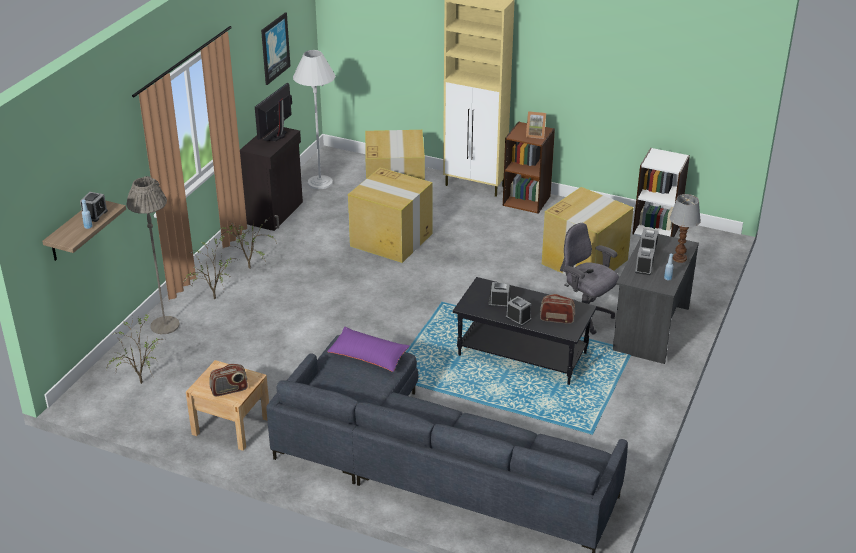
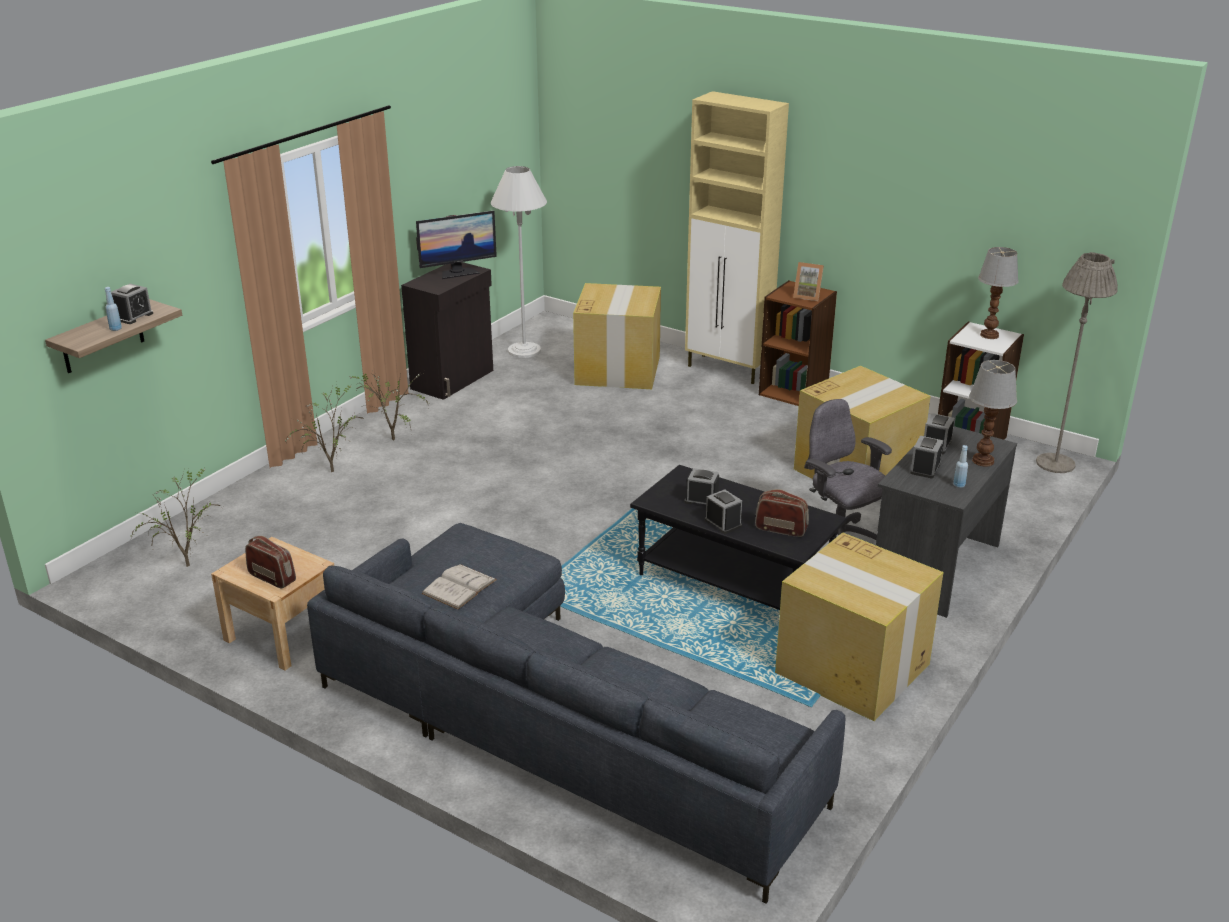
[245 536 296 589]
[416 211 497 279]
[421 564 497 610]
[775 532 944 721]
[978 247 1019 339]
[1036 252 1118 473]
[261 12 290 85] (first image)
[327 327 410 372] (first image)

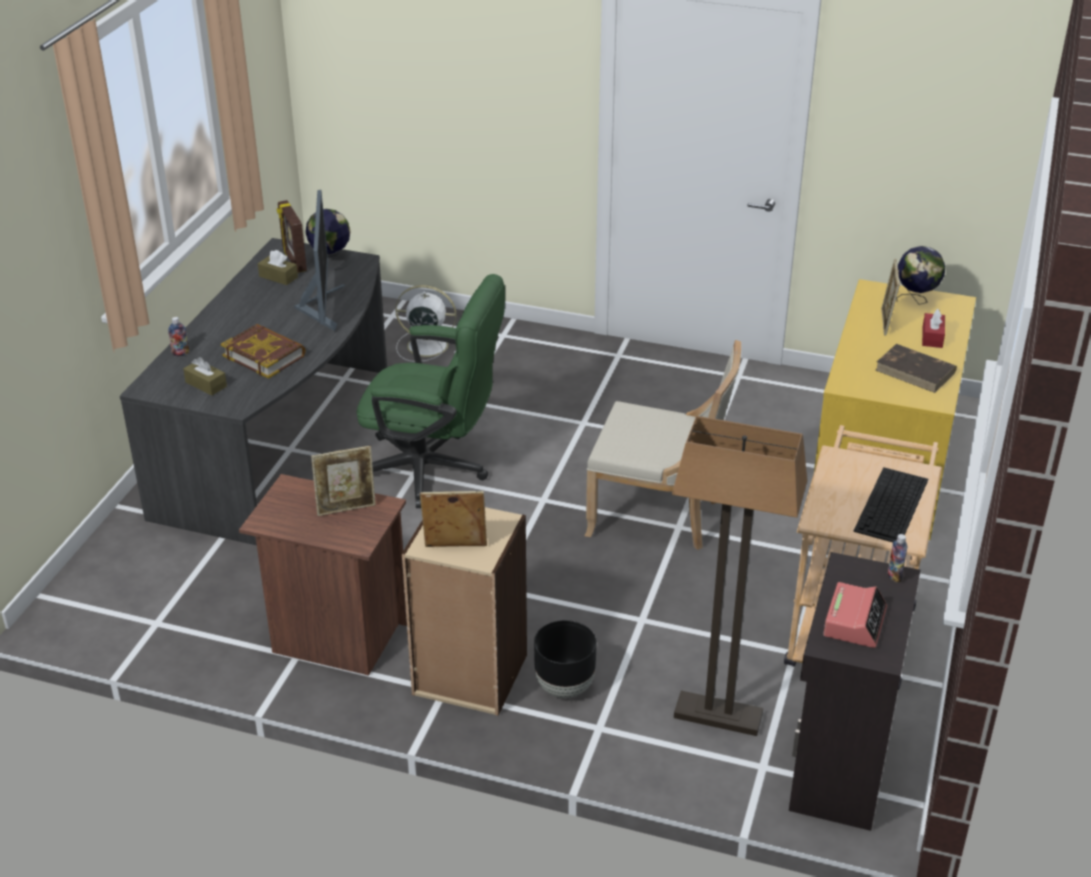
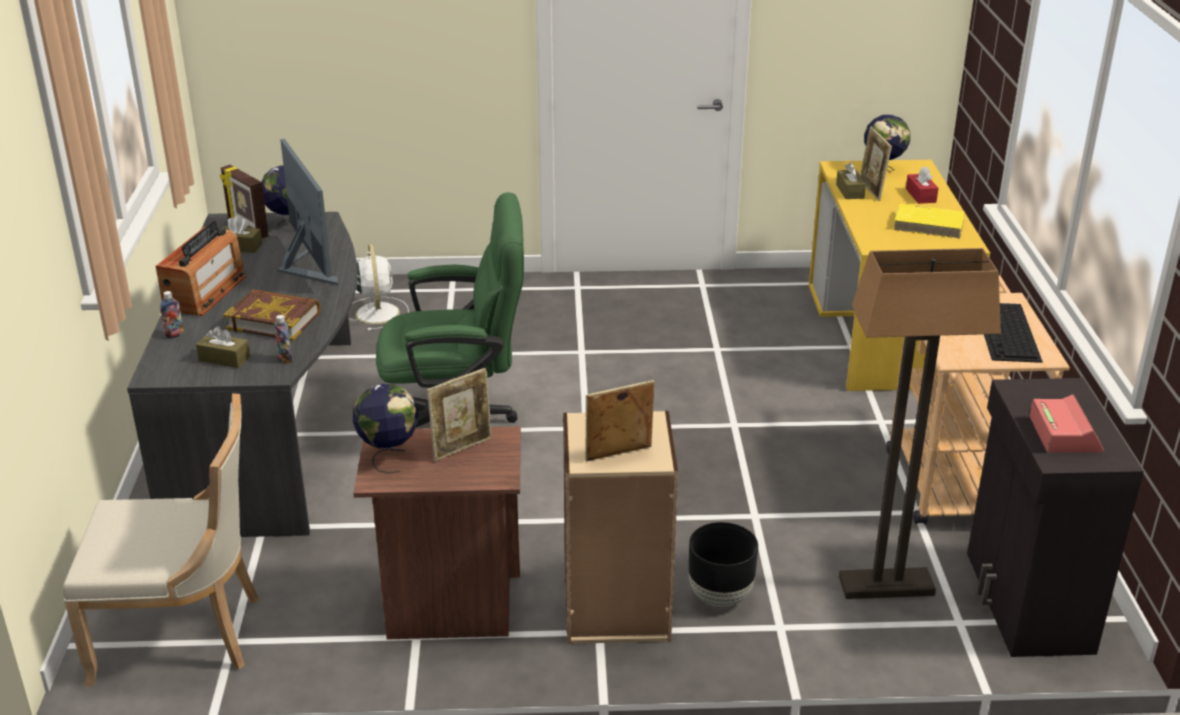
[63 393 259 687]
[156 221 246 316]
[274 315 292 364]
[349 244 409 331]
[353 384 418 474]
[836 163 866 199]
[893 204 965 238]

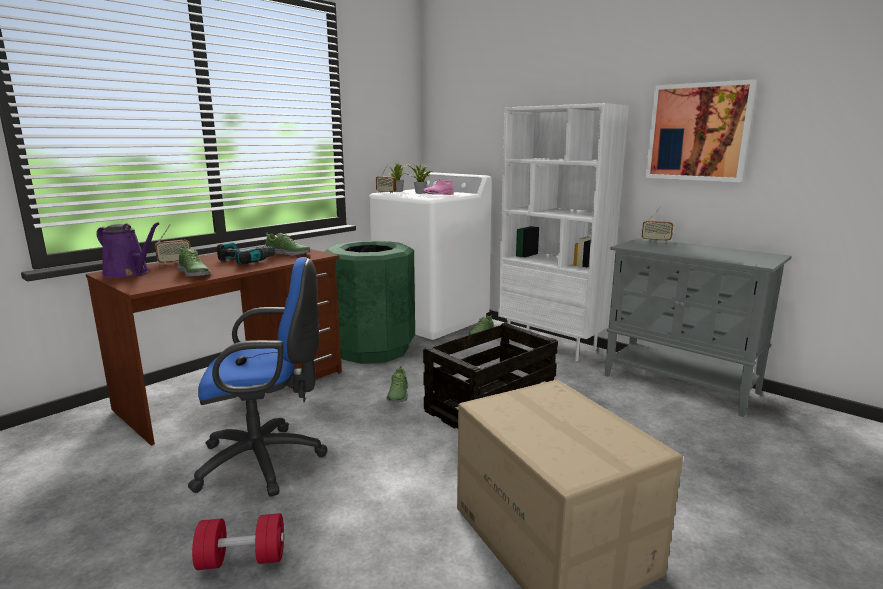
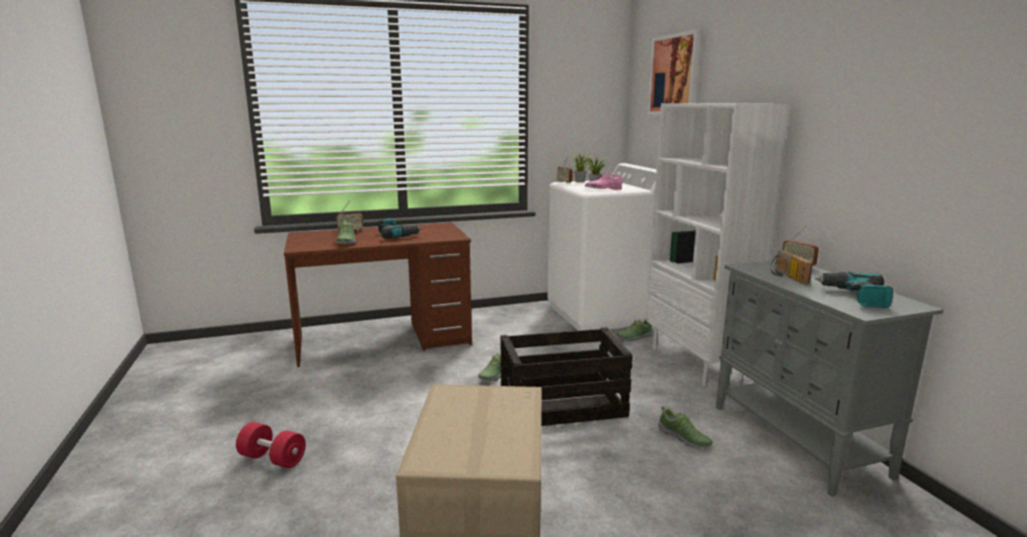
[647 30 701 115]
[658 406 713 448]
[771 250 812 284]
[815 272 893 308]
[96 222 160 278] (first image)
[188 257 327 497] (first image)
[324 241 415 364] (first image)

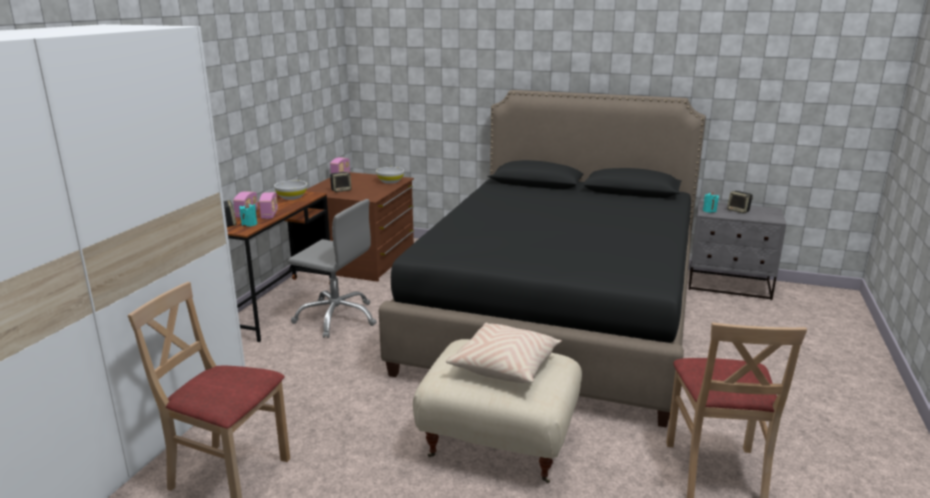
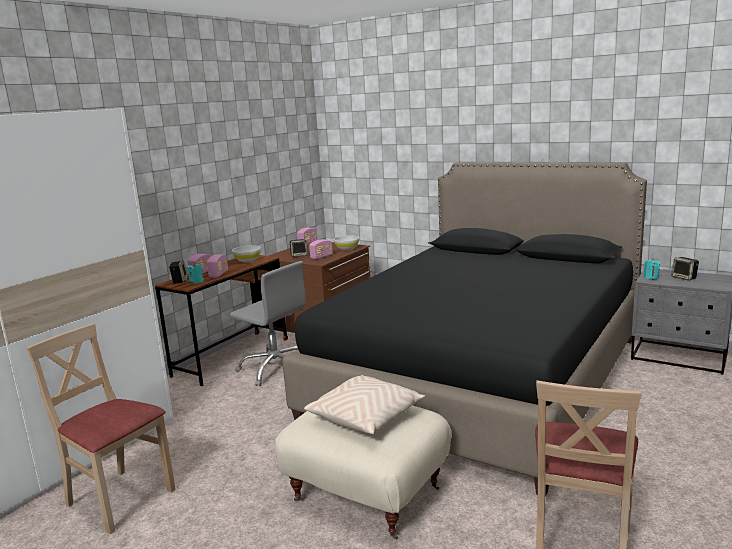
[309 239 333 259]

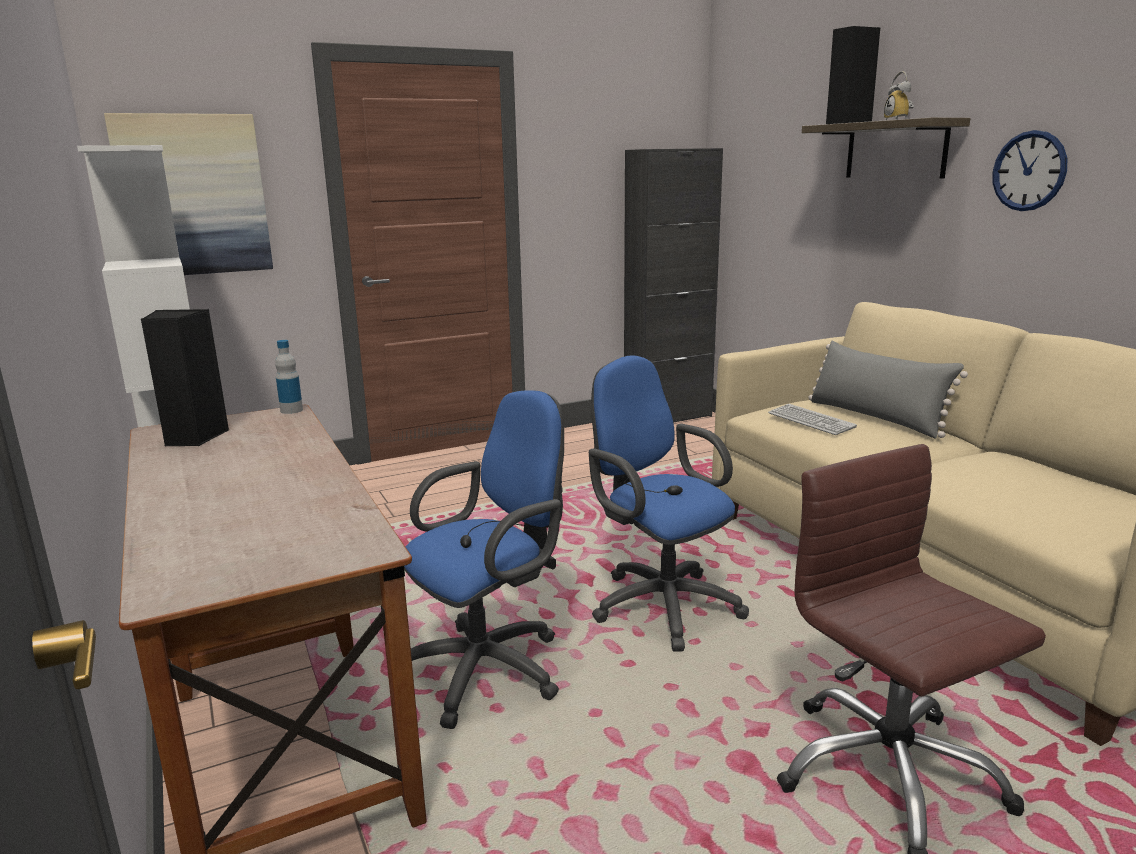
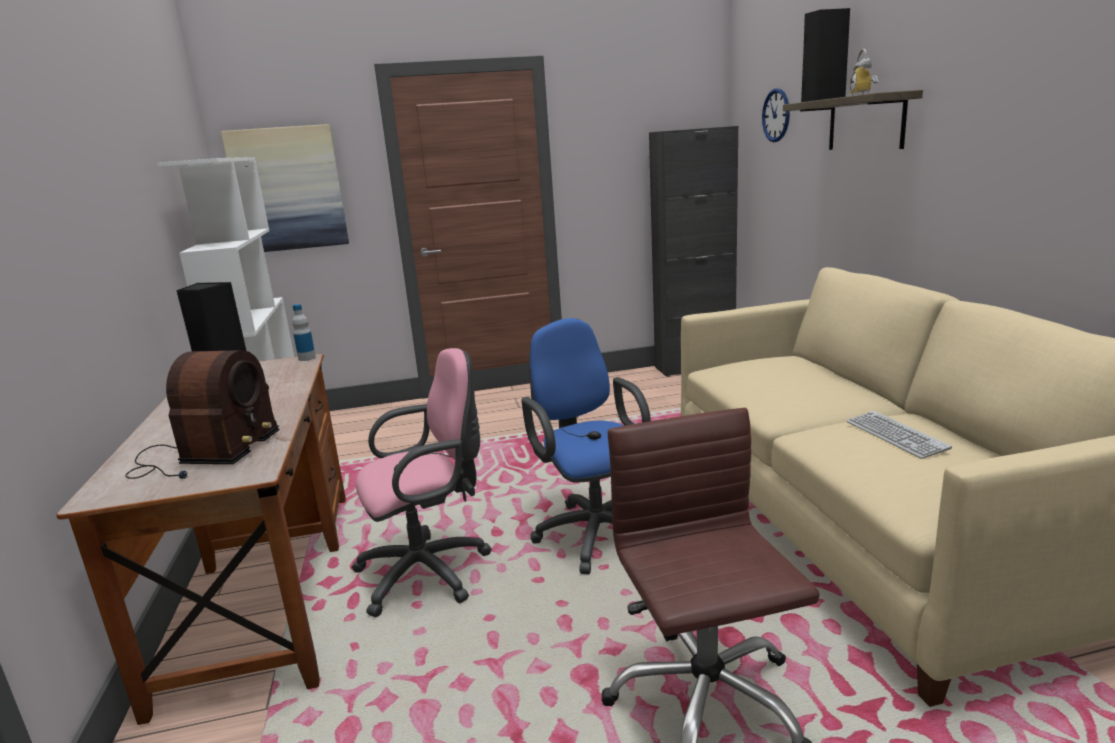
[125 350 280 479]
[351 348 492 617]
[762 88 790 142]
[847 411 952 459]
[808 341 968 438] (first image)

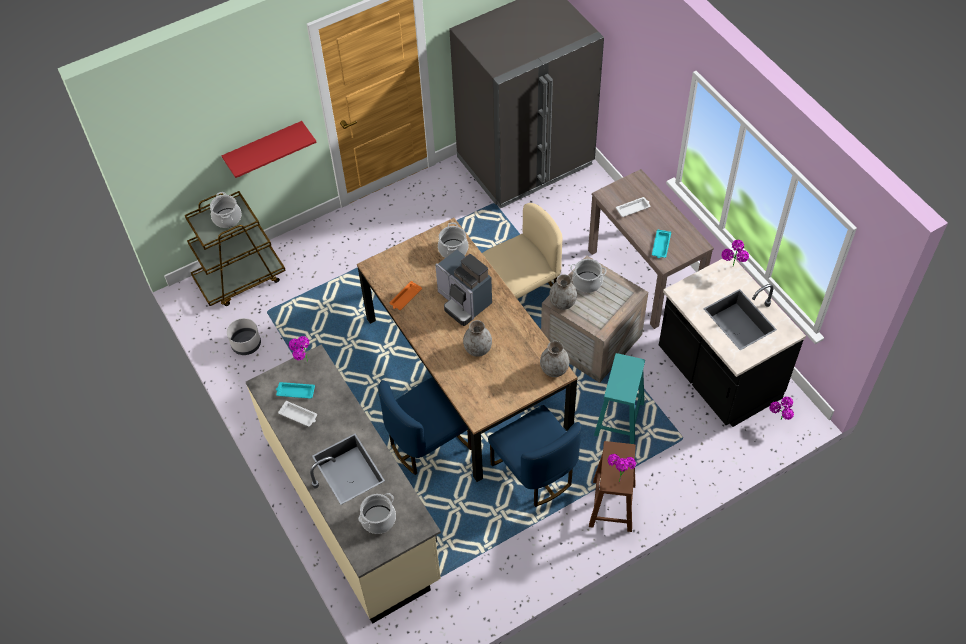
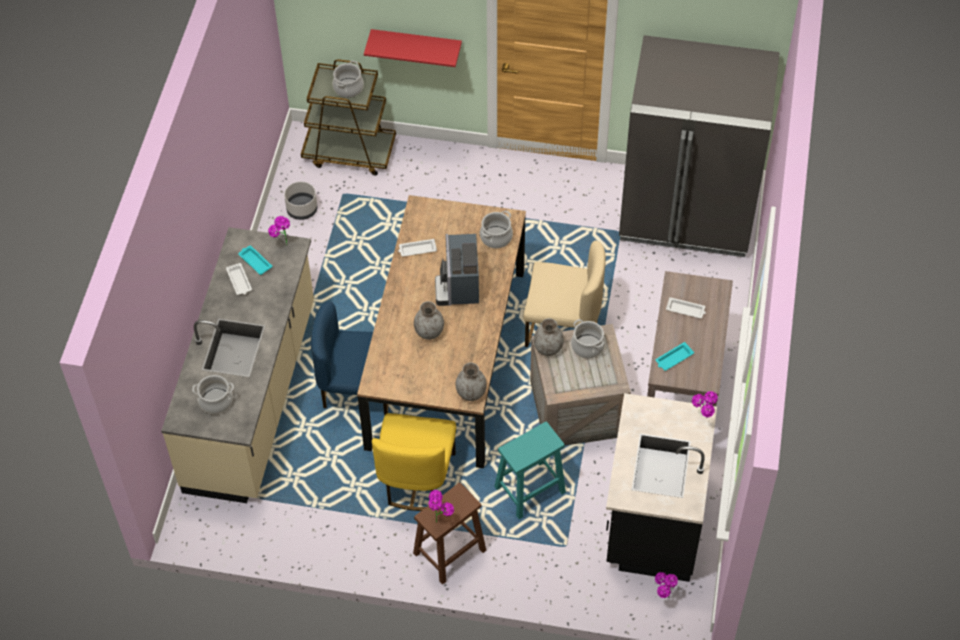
[372 413 456 511]
[398 239 437 257]

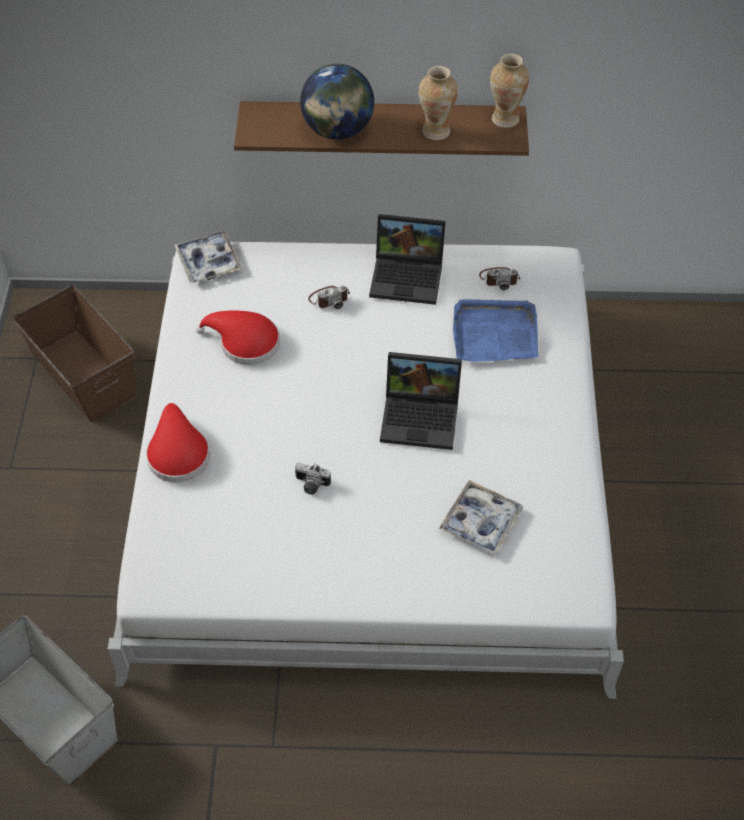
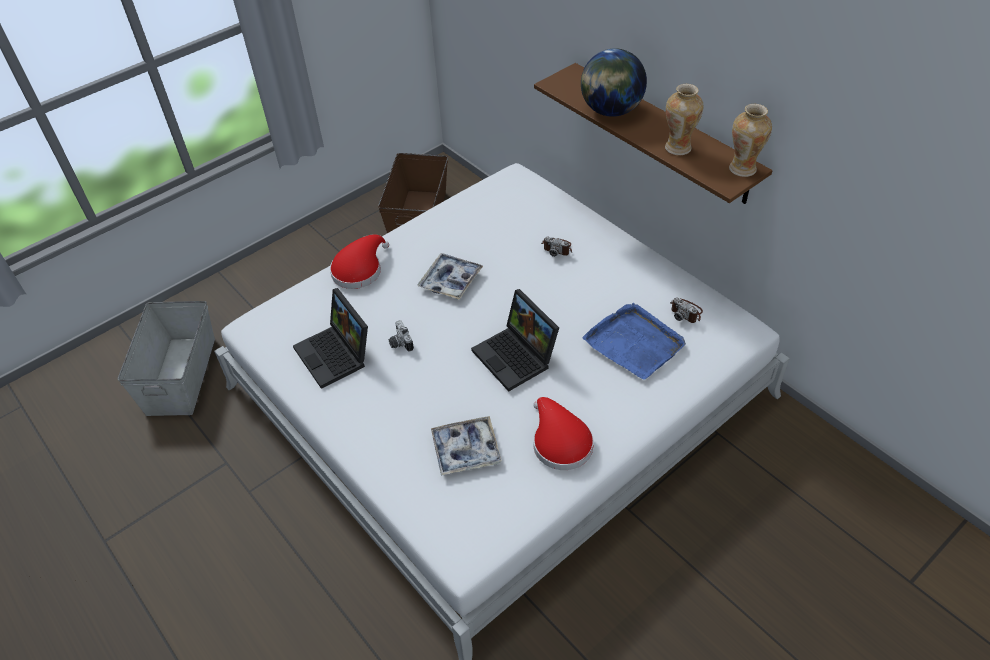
[293 288 368 389]
[418 253 483 300]
[533 397 594 470]

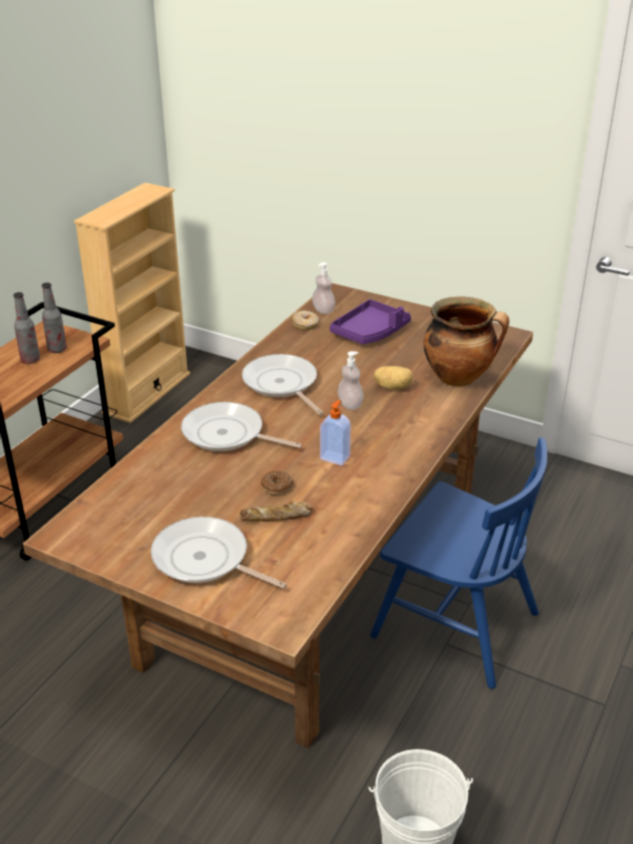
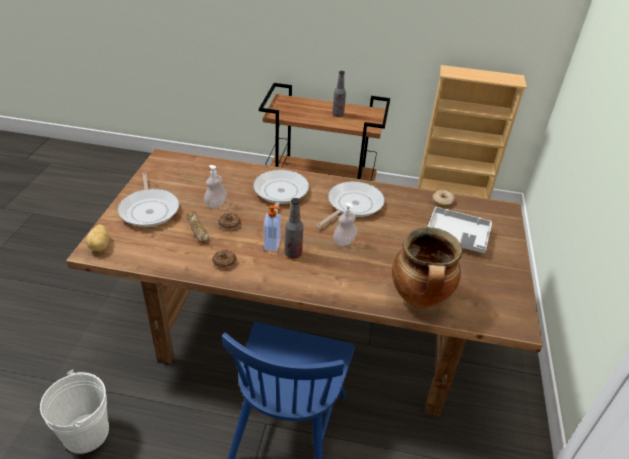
[86 224 110 251]
[118 173 179 227]
[204 165 227 208]
[212 250 237 269]
[285 198 303 258]
[428 207 492 253]

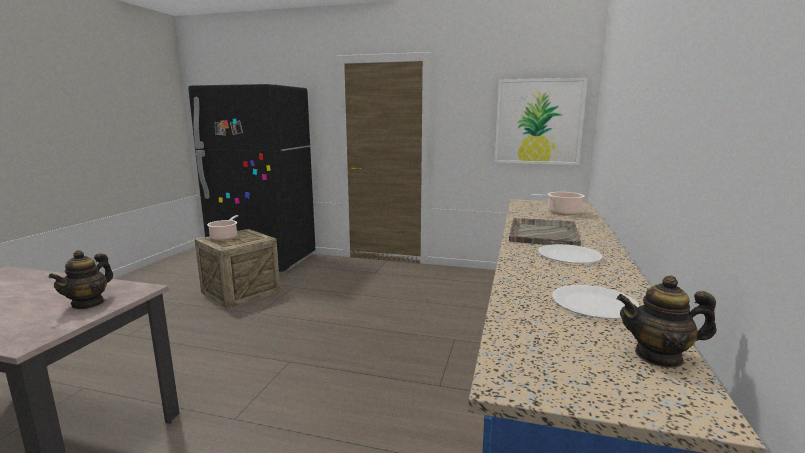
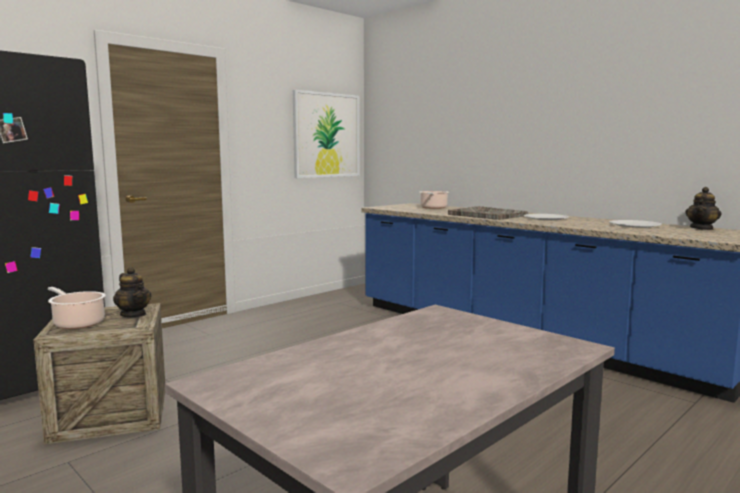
[113 267 151 317]

